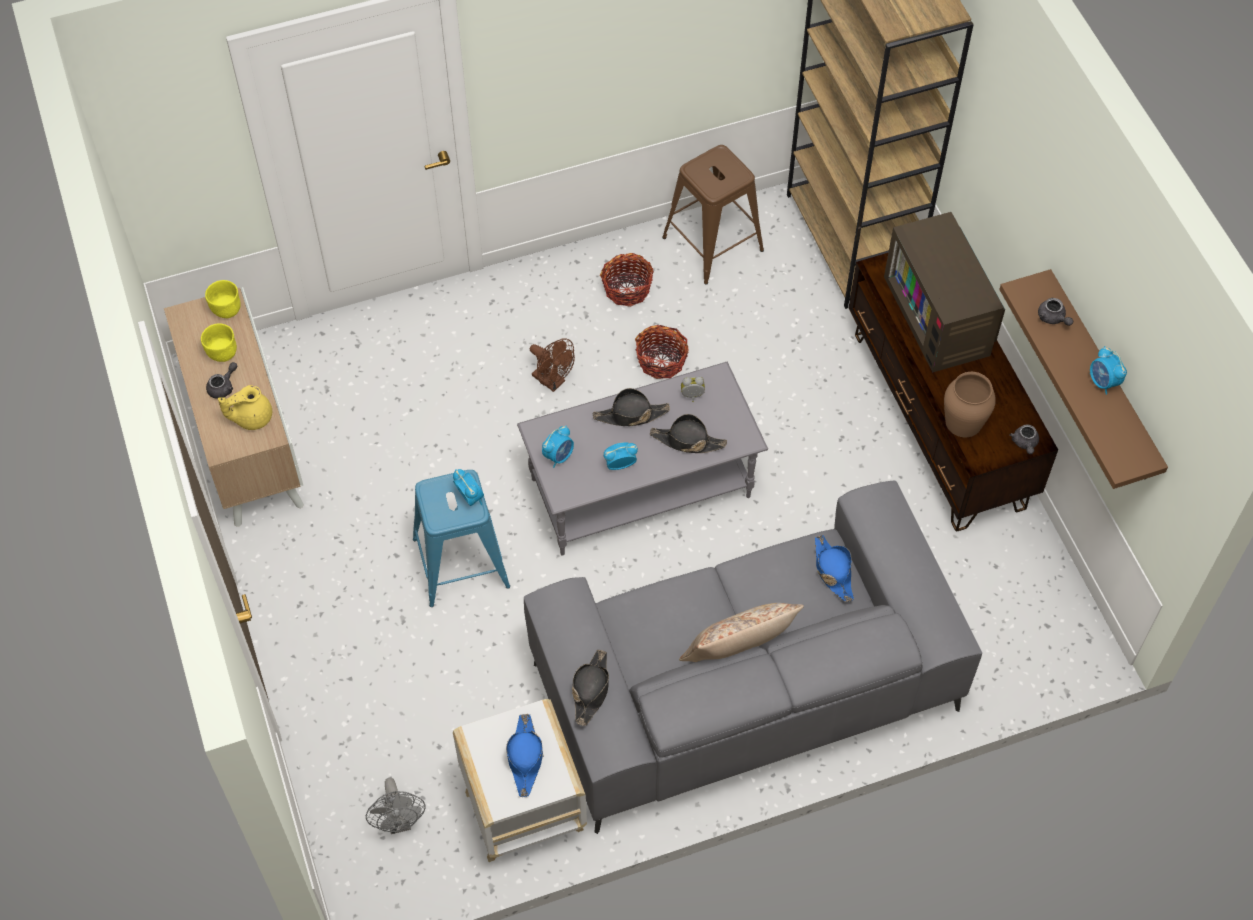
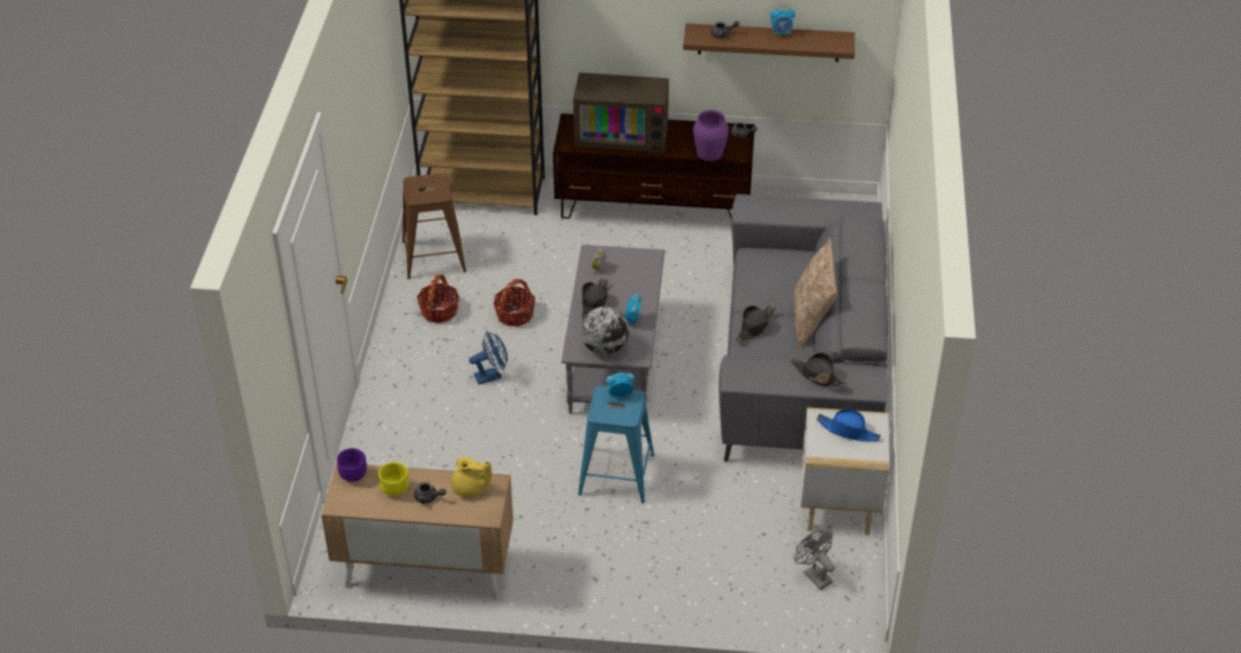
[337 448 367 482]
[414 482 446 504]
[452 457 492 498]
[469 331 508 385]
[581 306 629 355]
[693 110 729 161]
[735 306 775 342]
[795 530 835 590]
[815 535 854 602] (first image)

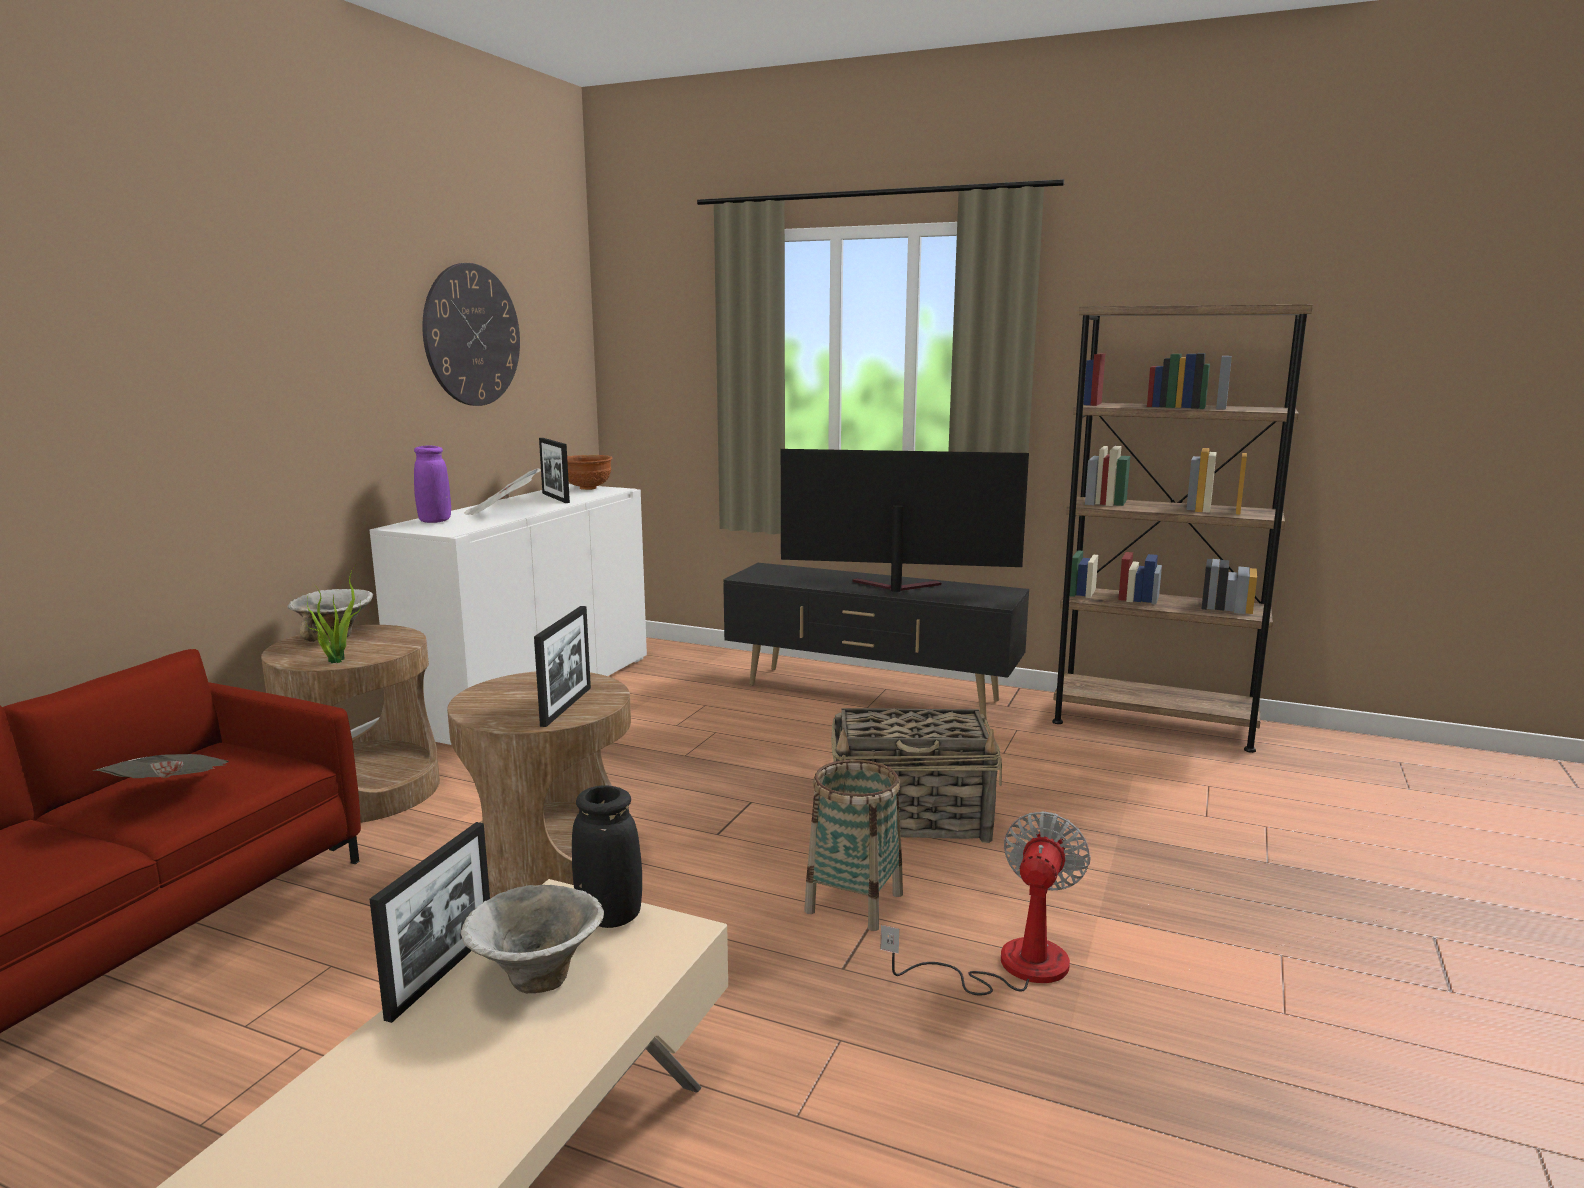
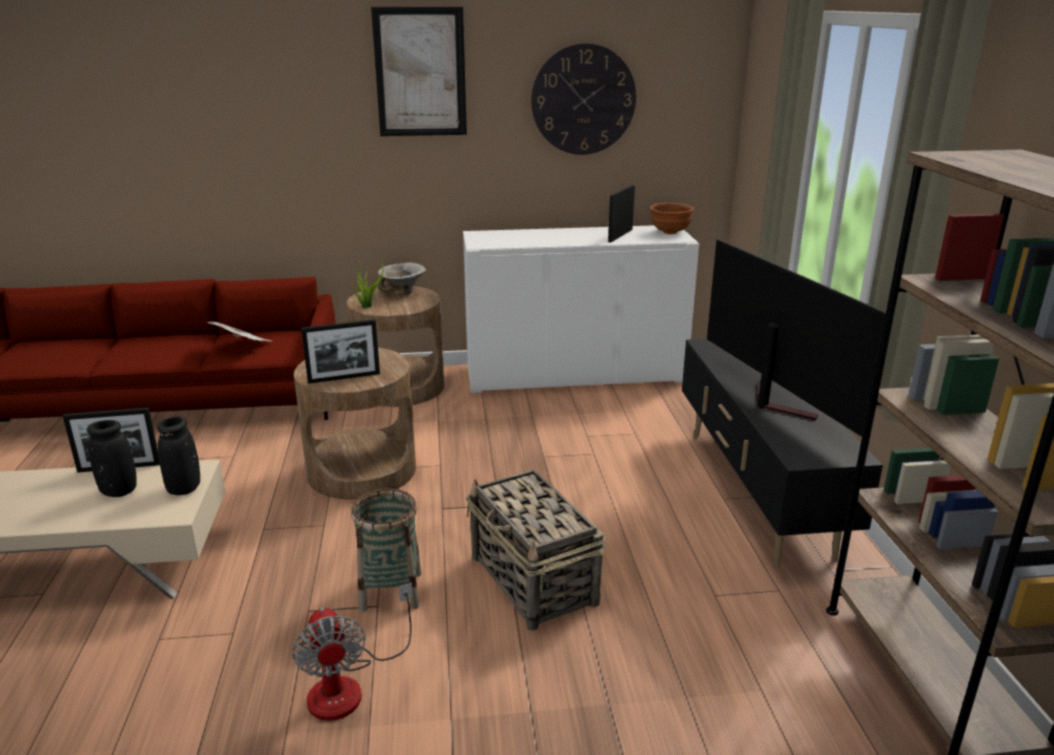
[87 420 137 497]
[292 583 413 721]
[371 7 467 136]
[414 446 451 523] (first image)
[464 468 541 515] (first image)

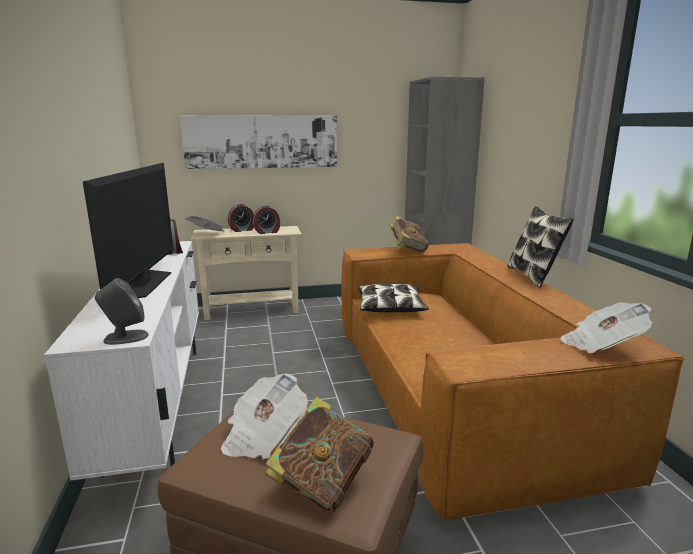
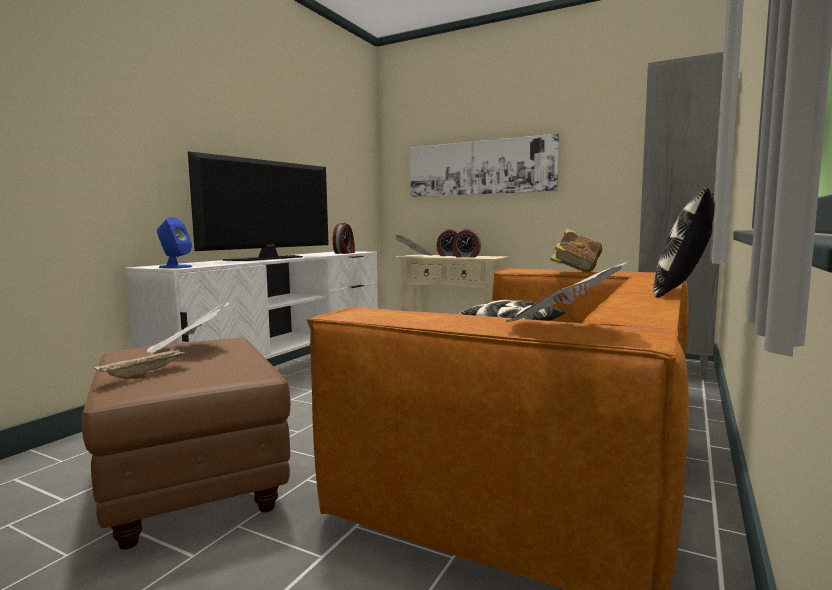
[93 347 191 379]
[157 217 192 268]

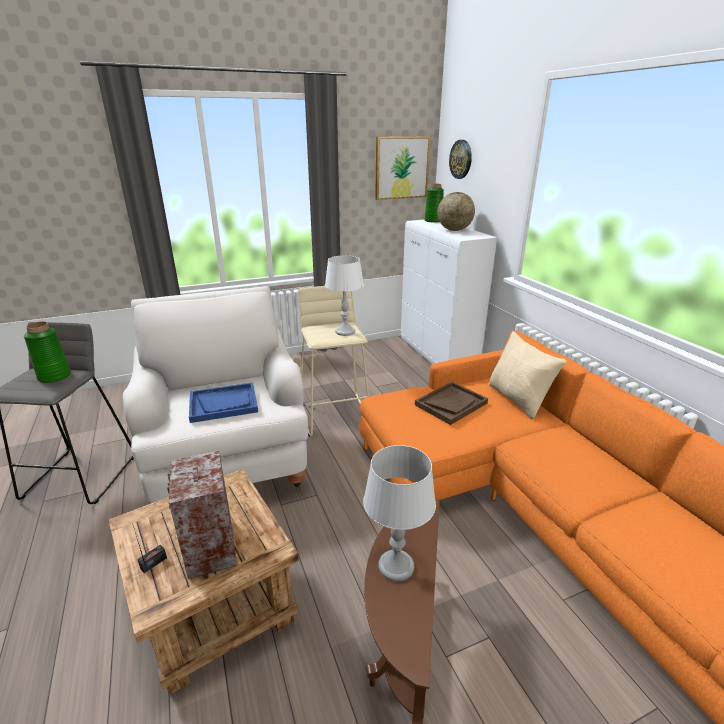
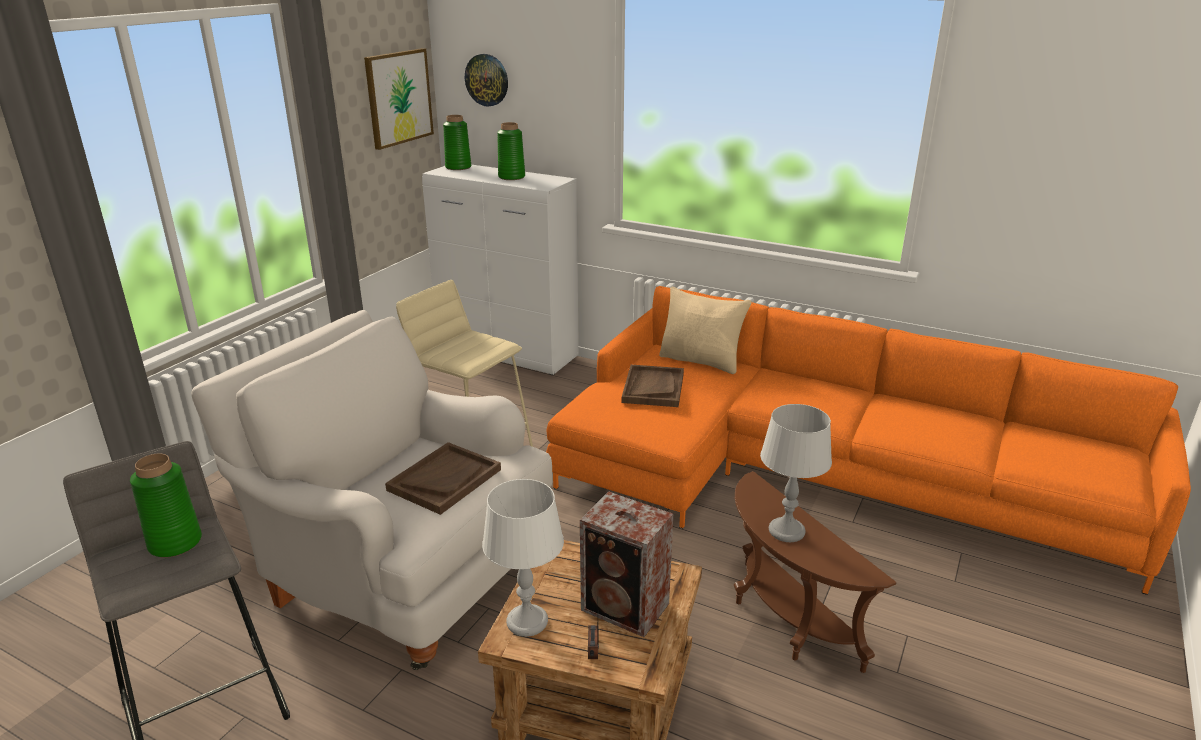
[385 442 501 515]
[482 479 564 637]
[497 122 525 180]

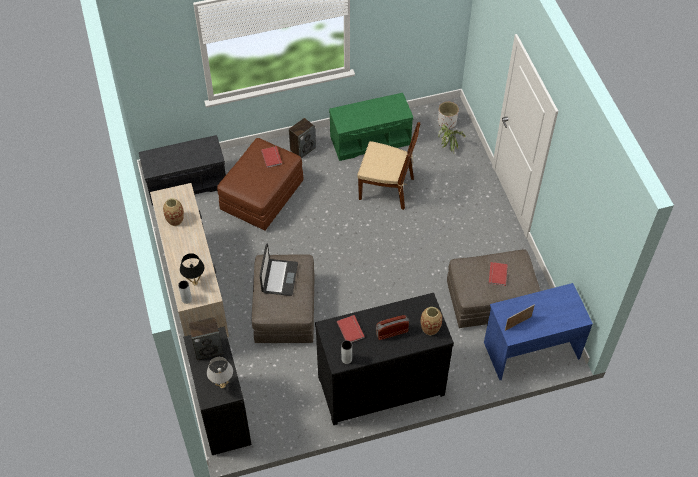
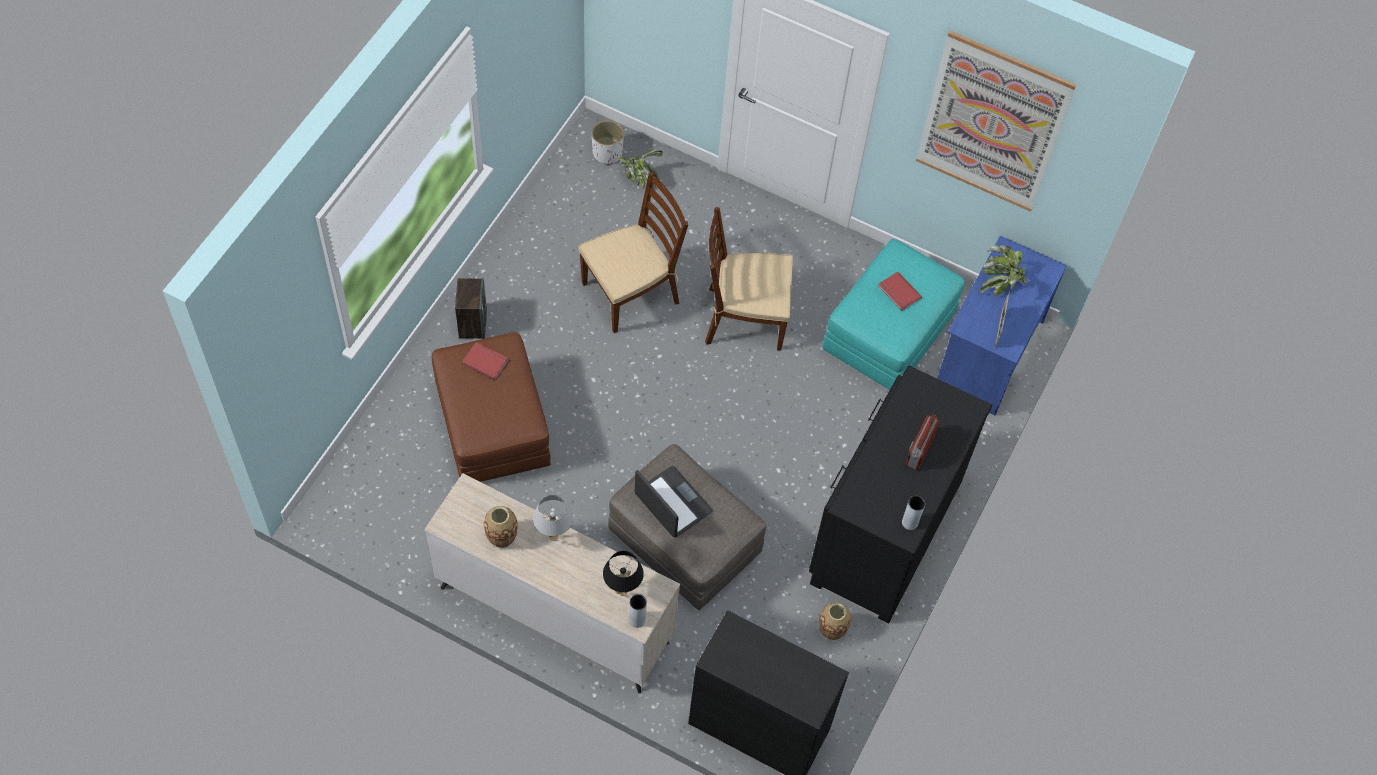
[533 495 573 541]
[705 207 793 351]
[819 602 851 640]
[822 239 965 390]
[916 31 1076 212]
[979 245 1028 296]
[139 135 226 205] (first image)
[189 317 223 360] (first image)
[329 93 413 161] (first image)
[337 315 365 343] (first image)

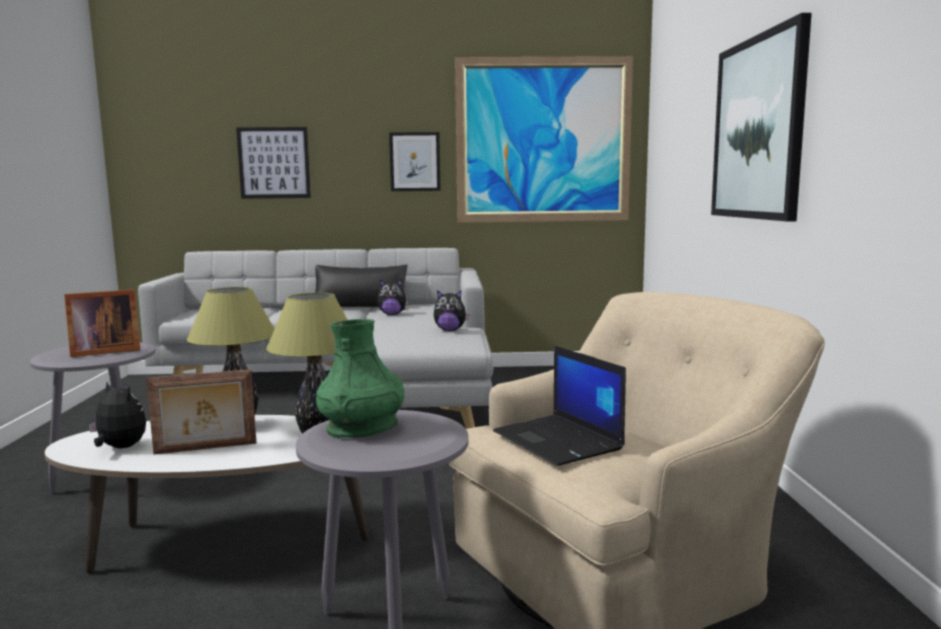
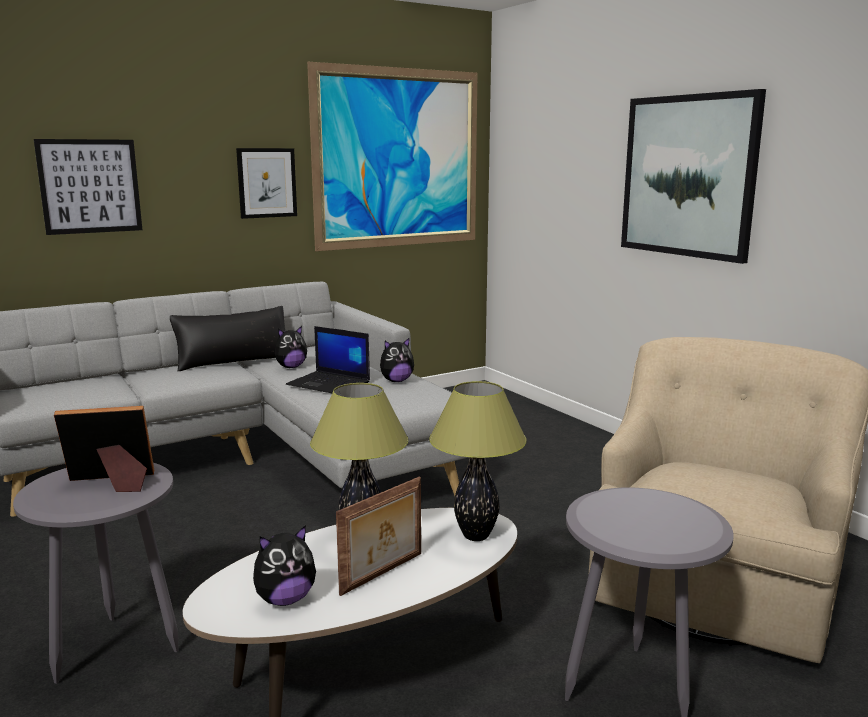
[54 406 154 492]
[253 525 316 606]
[286 326 370 393]
[316 319 404 438] (first image)

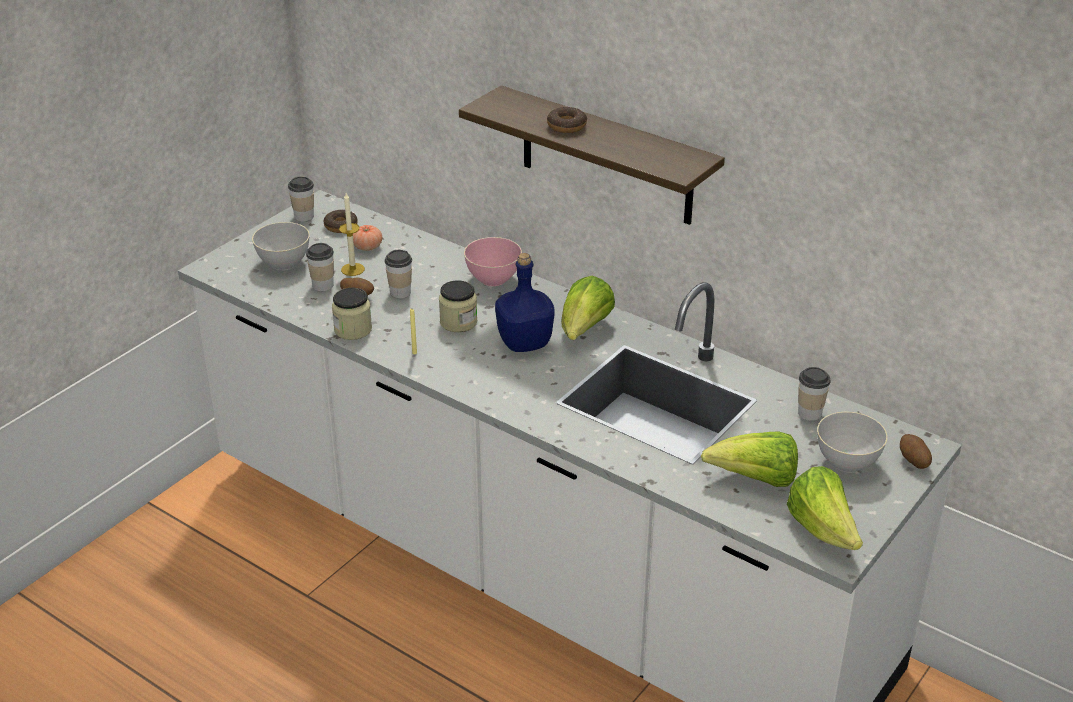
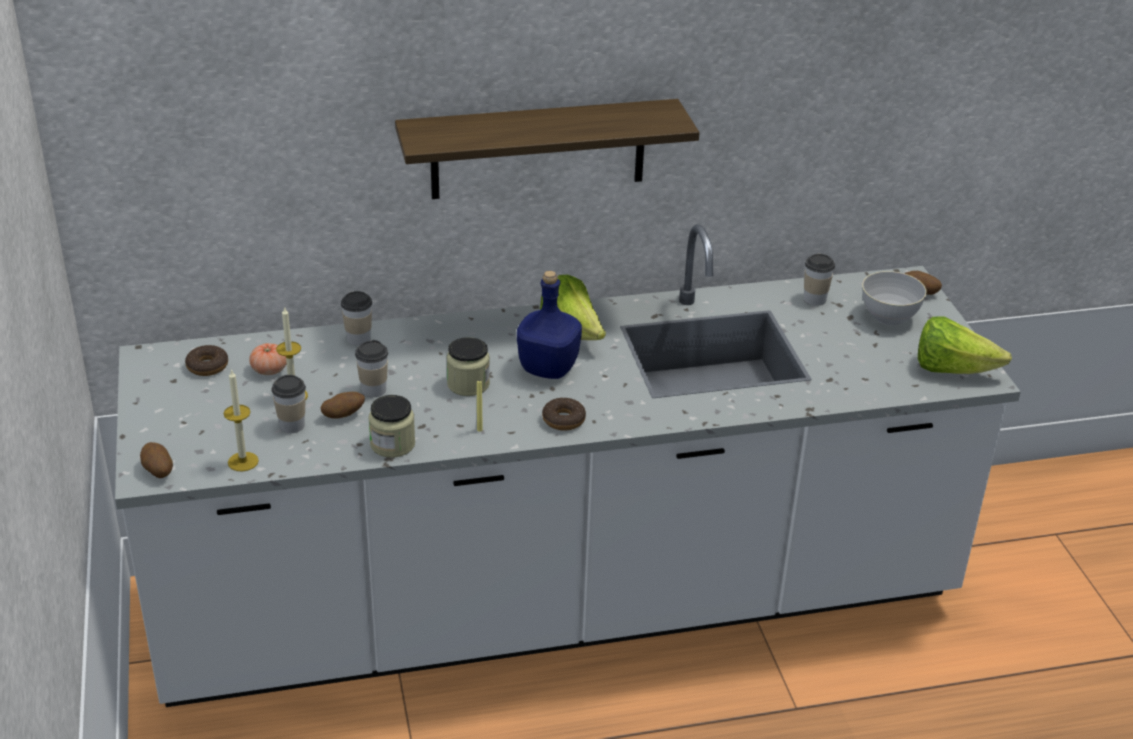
[140 442 173 478]
[224 369 259 472]
[341 291 372 346]
[542 398 586 431]
[252 222 310 270] (first image)
[464 237 522 286] (first image)
[701 431 798 487] (first image)

